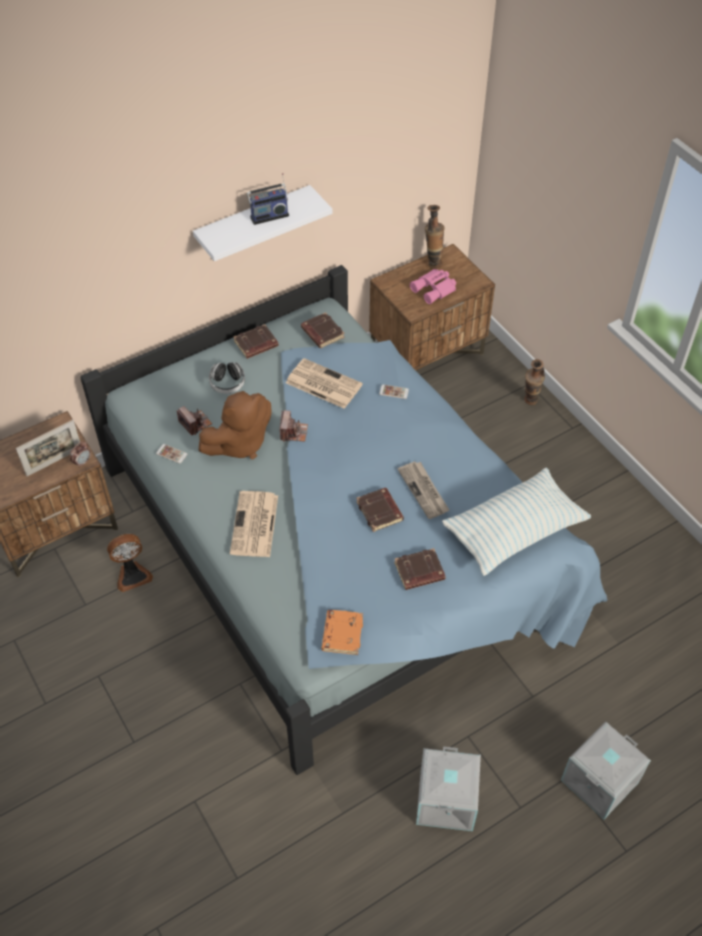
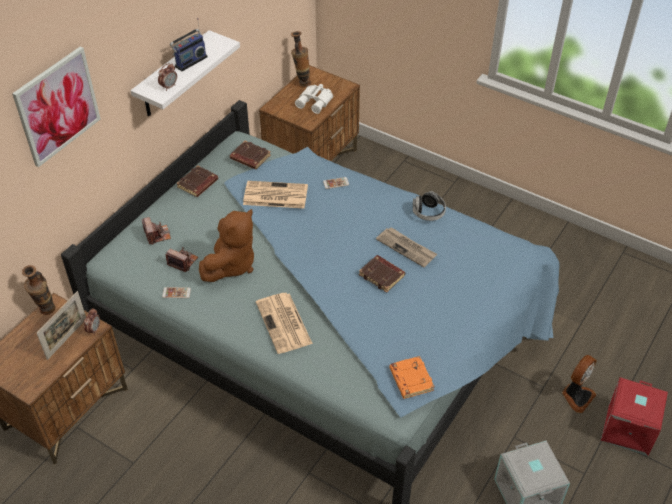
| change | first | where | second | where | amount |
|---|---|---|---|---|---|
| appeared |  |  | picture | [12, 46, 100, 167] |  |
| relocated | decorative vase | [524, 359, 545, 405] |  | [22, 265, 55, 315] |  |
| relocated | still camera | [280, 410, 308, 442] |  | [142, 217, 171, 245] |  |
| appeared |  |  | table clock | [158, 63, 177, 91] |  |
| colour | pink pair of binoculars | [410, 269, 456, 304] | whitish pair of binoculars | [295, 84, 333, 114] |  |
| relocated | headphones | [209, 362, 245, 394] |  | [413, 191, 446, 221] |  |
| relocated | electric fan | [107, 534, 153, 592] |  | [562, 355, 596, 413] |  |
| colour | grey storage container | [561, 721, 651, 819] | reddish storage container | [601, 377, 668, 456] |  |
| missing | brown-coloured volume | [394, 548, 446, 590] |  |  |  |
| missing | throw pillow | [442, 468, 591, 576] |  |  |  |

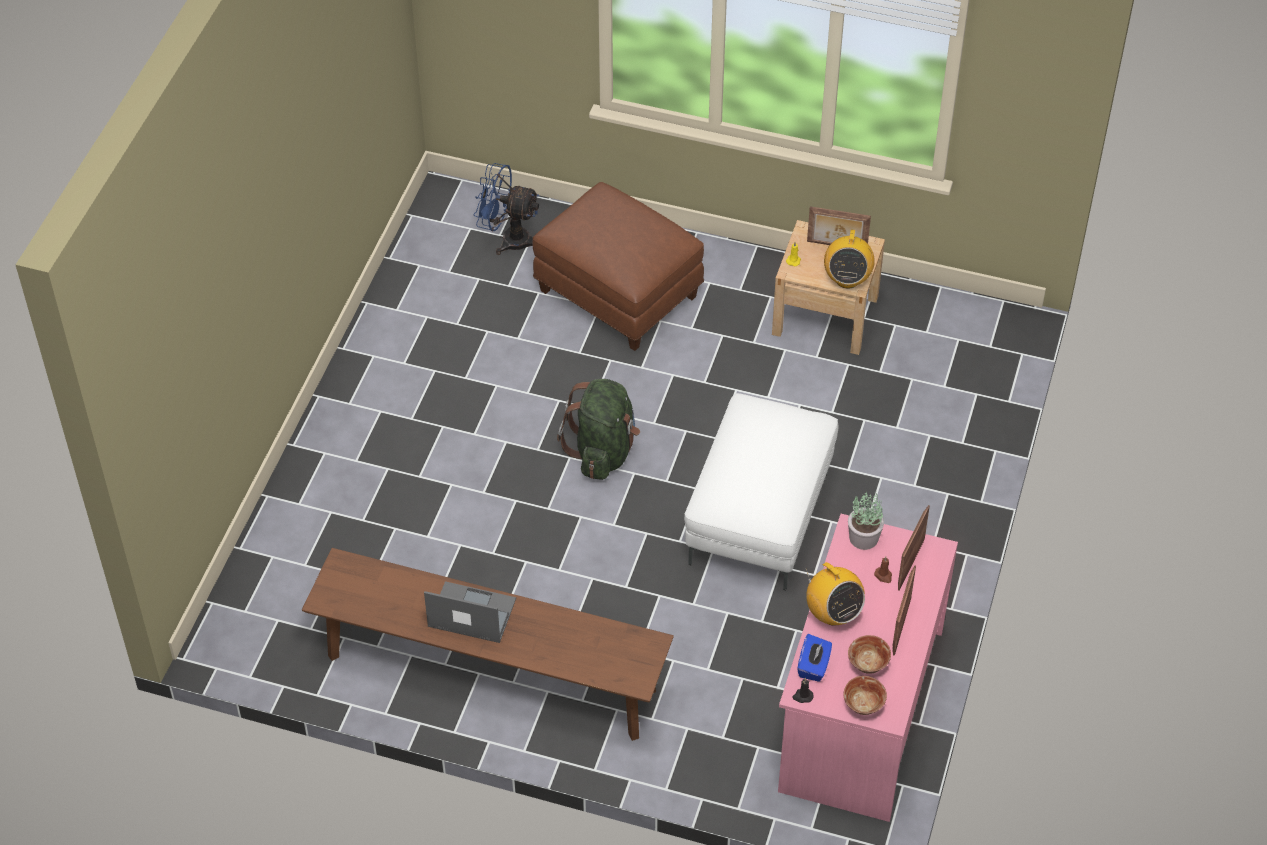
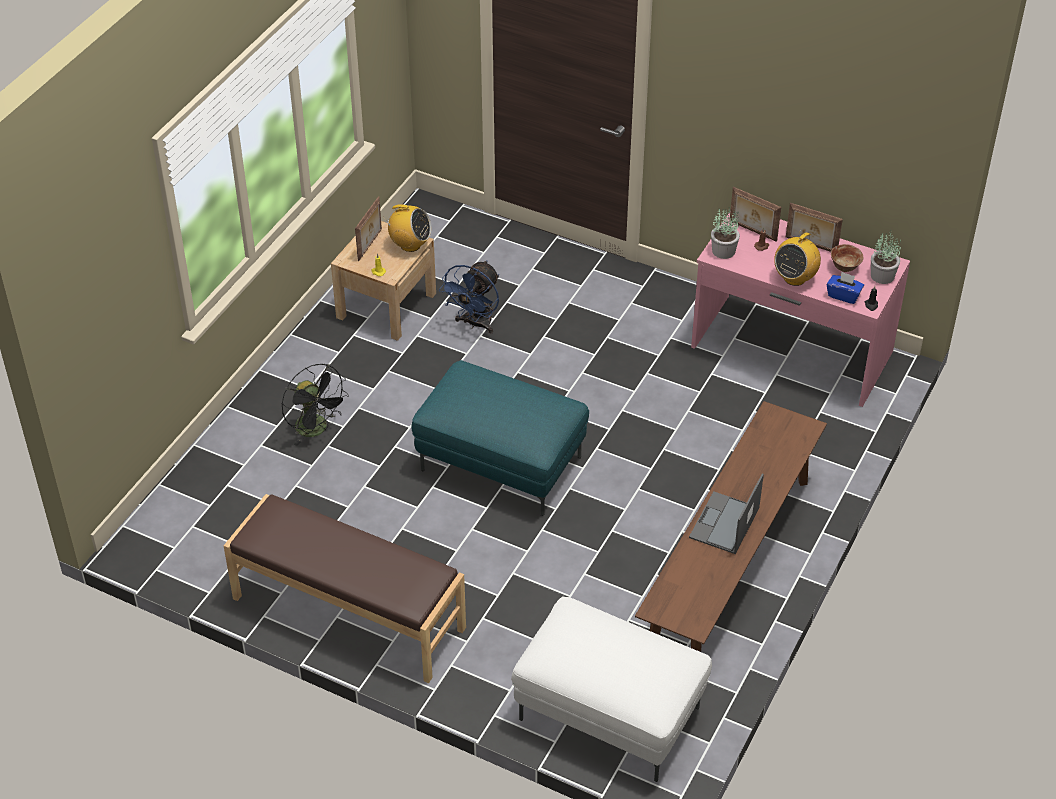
| change | first | where | second | where | amount |
|---|---|---|---|---|---|
| appeared |  |  | brown-coloured indoor bench | [224, 494, 466, 683] |  |
| exchanged | brown-coloured pouffe | [533, 182, 704, 351] | black-coloured electric fan | [282, 363, 349, 446] |  |
| exchanged | green-coloured rucksack | [557, 379, 640, 480] | turquoise pouffe | [411, 360, 589, 516] |  |
| relocated | bluish electric fan | [474, 163, 540, 255] |  | [439, 260, 499, 334] |  |
| relocated | whitish pouffe | [684, 393, 839, 590] |  | [511, 597, 712, 782] |  |
| spun | radio receiver | [806, 562, 865, 626] |  | [774, 232, 821, 286] | 150 degrees clockwise |
| exchanged | deep dish | [843, 676, 887, 715] | houseplant | [871, 232, 901, 284] |  |

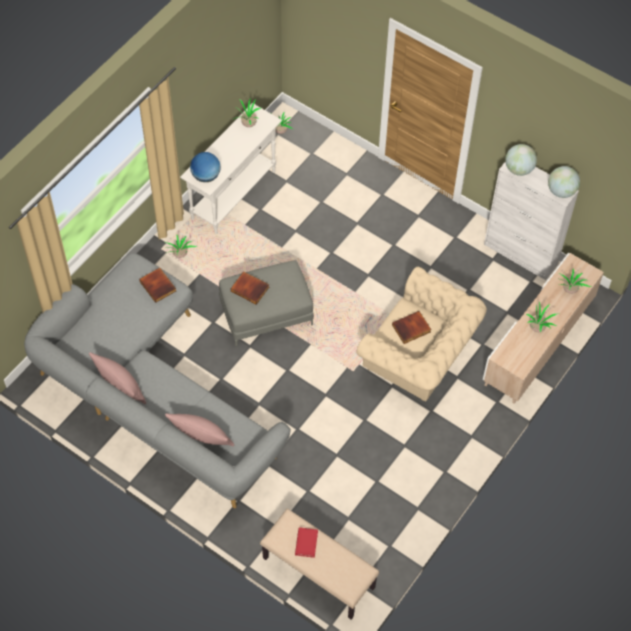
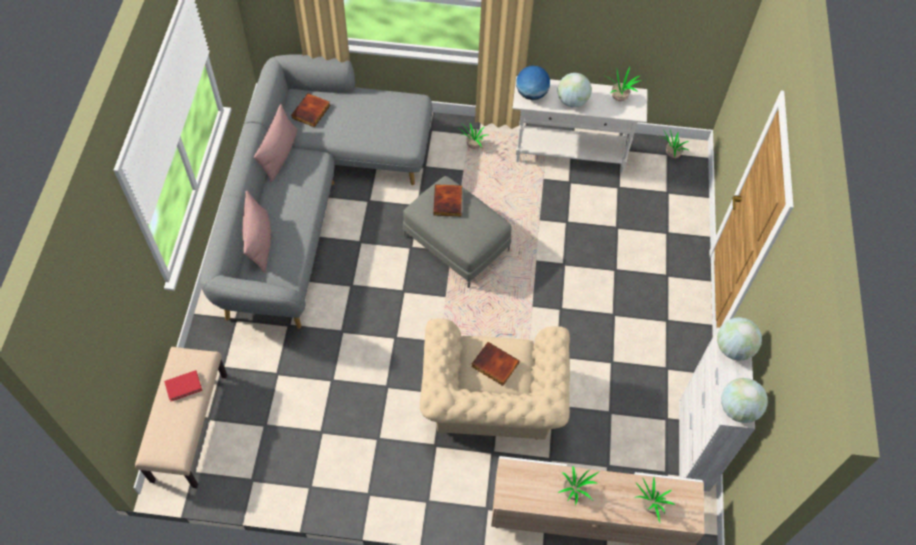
| change | first | where | second | where | amount |
|---|---|---|---|---|---|
| relocated | volume | [139, 268, 176, 303] |  | [291, 93, 331, 127] |  |
| appeared |  |  | desk globe | [557, 73, 592, 107] |  |

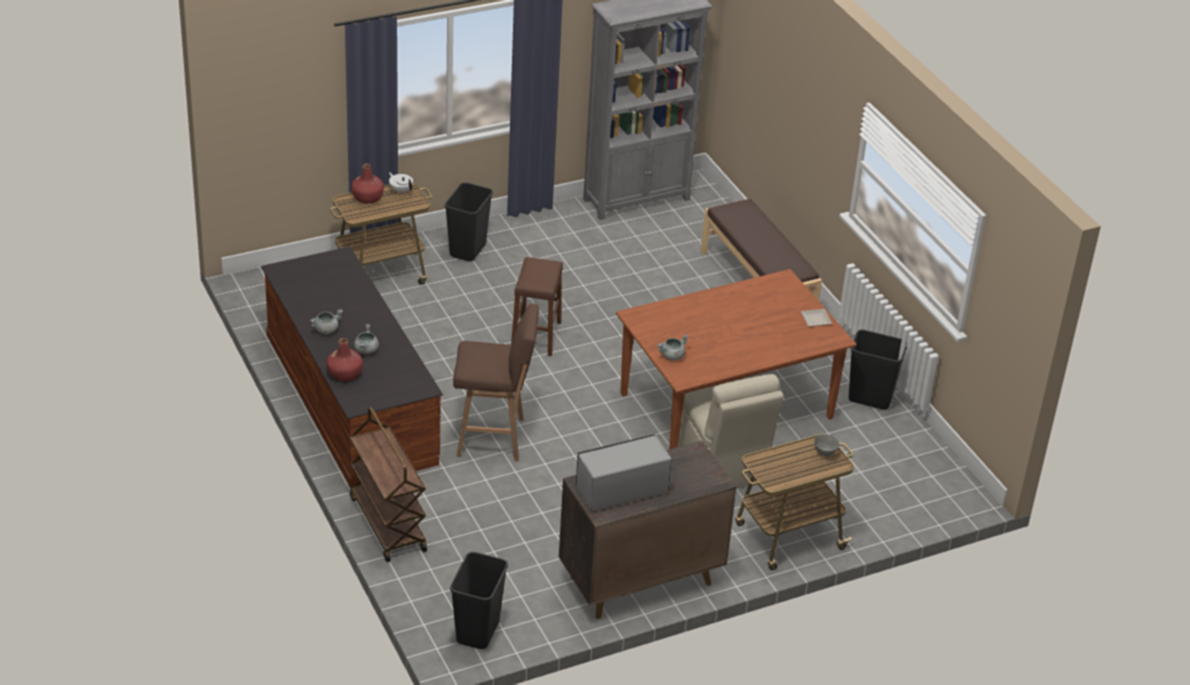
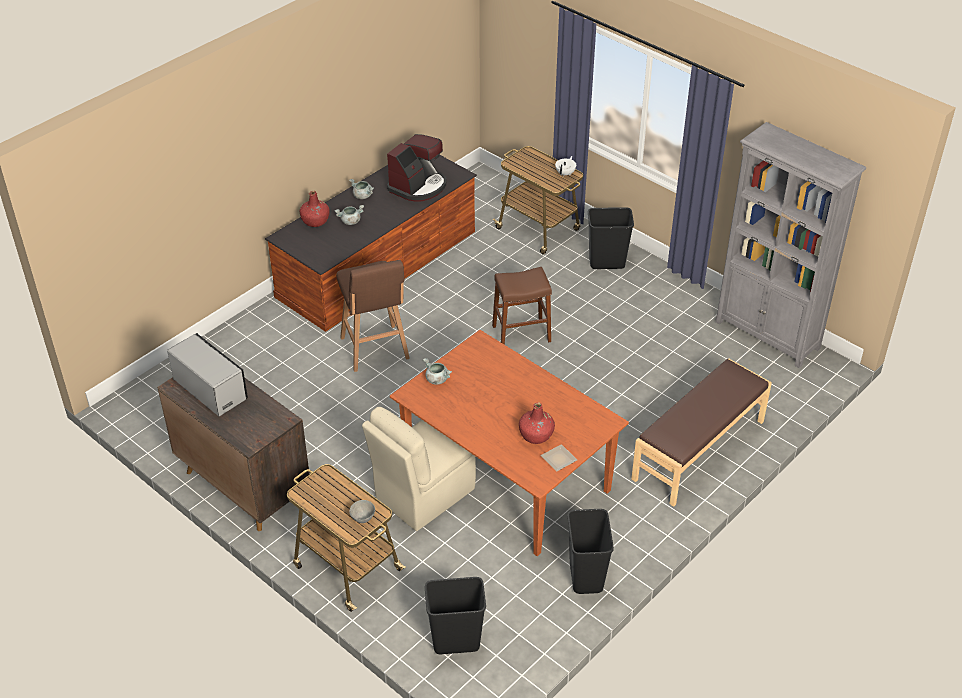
| change | first | where | second | where | amount |
|---|---|---|---|---|---|
| appeared |  |  | coffee maker | [387, 134, 446, 202] |  |
| relocated | black-coloured rubbish bin | [450, 552, 508, 649] |  | [425, 577, 486, 654] |  |
| relocated | reddish drink bottle | [351, 163, 384, 203] |  | [519, 402, 555, 444] |  |
| missing | brown-coloured trolley | [350, 407, 427, 562] |  |  |  |

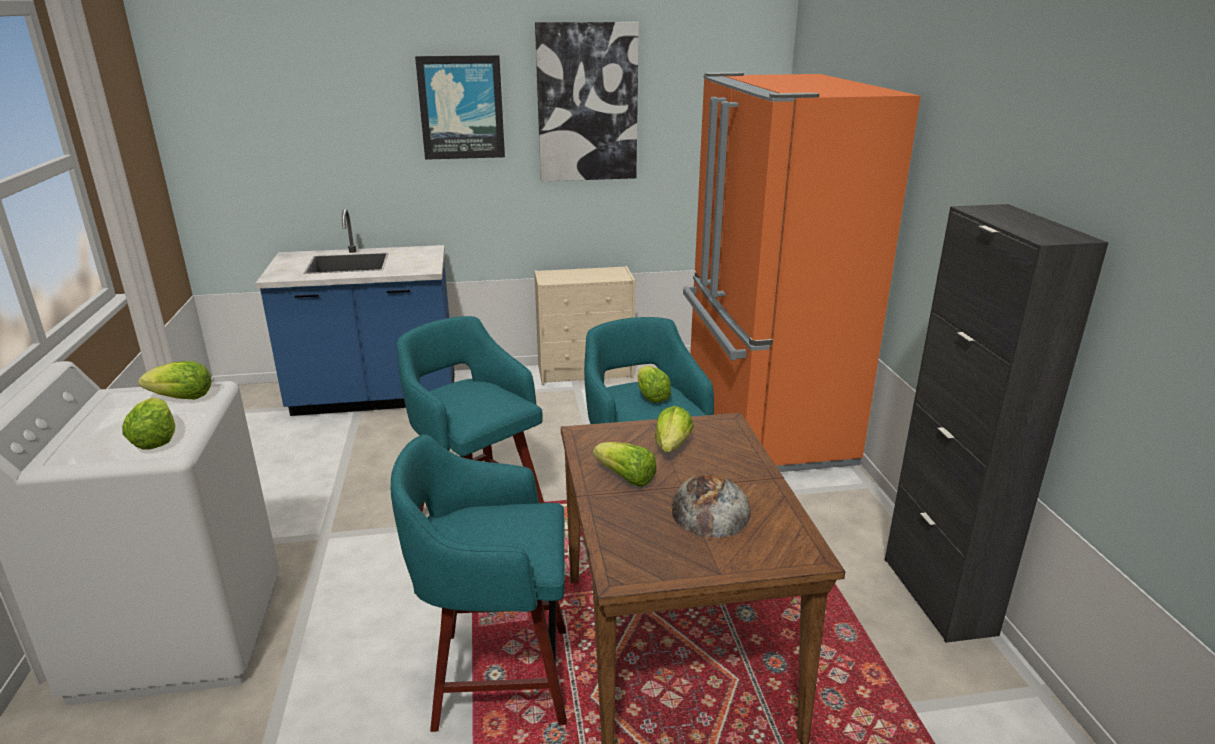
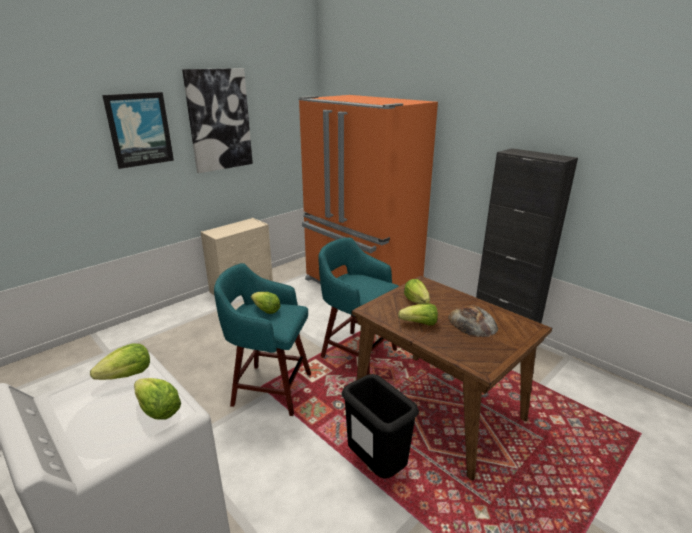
| change | first | where | second | where | amount |
|---|---|---|---|---|---|
| relocated | lettuce head | [637, 366, 671, 403] |  | [251, 292, 281, 314] |  |
| exchanged | turquoise sitting stool | [391, 434, 567, 732] | black-coloured rubbish bin | [342, 374, 419, 479] |  |
| missing | bluish counter | [256, 209, 454, 416] |  |  |  |

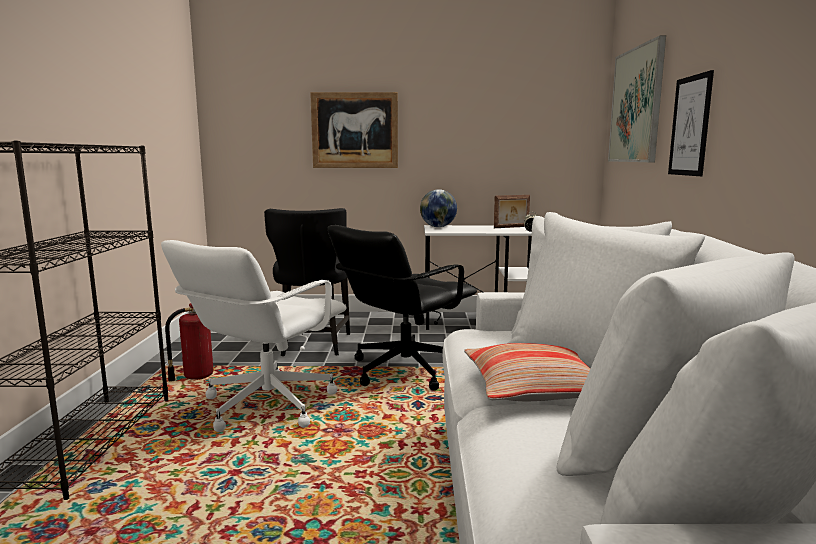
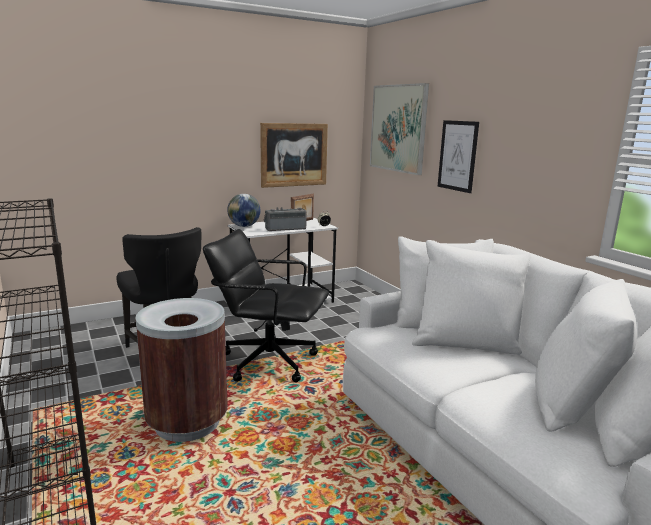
| change | first | where | second | where | amount |
|---|---|---|---|---|---|
| exchanged | whitish office chair | [161, 240, 347, 432] | brown-coloured rubbish bin | [136, 298, 228, 442] |  |
| spun | black-coloured office chair | [328, 225, 477, 391] |  | [203, 229, 329, 382] | 90 degrees clockwise |
| relocated | picture | [310, 92, 398, 168] |  | [260, 123, 328, 188] |  |
| appeared |  |  | radio receiver | [264, 207, 307, 232] |  |
| missing | fire extinguisher | [165, 303, 213, 382] |  |  |  |
| missing | throw pillow | [464, 343, 590, 401] |  |  |  |

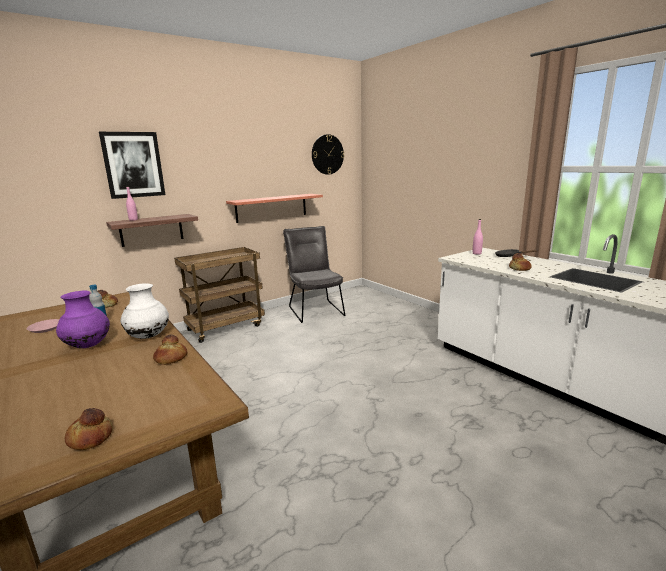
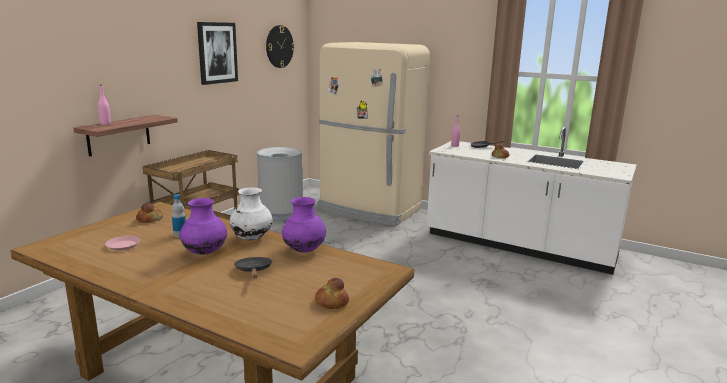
| change | first | where | second | where | amount |
|---|---|---|---|---|---|
| relocated | picture | [99, 132, 165, 199] |  | [197, 22, 238, 85] |  |
| appeared |  |  | black-coloured skillet | [234, 257, 273, 278] |  |
| exchanged | grey plain chair | [283, 226, 345, 323] | grey rubbish bin | [257, 147, 303, 221] |  |
| exchanged | bread | [153, 335, 187, 365] | purplish decorative vase | [282, 197, 326, 252] |  |
| appeared |  |  | sand-coloured kitchen fridge | [317, 42, 430, 226] |  |
| missing | bracket shelf | [226, 194, 323, 223] |  |  |  |

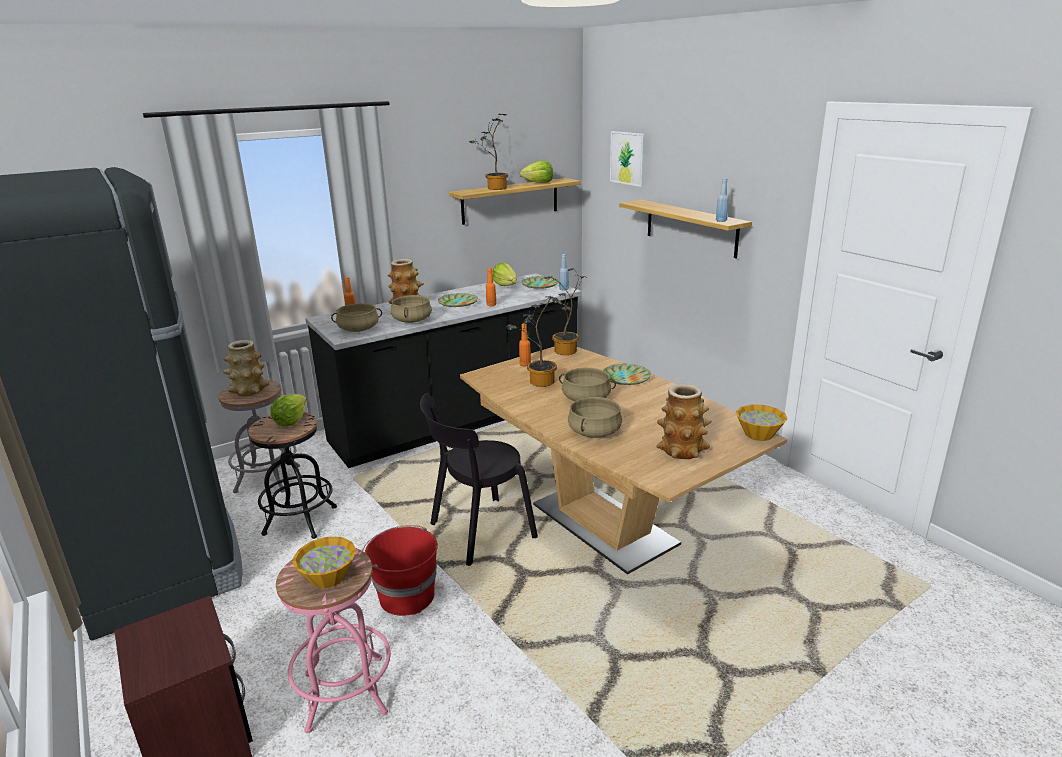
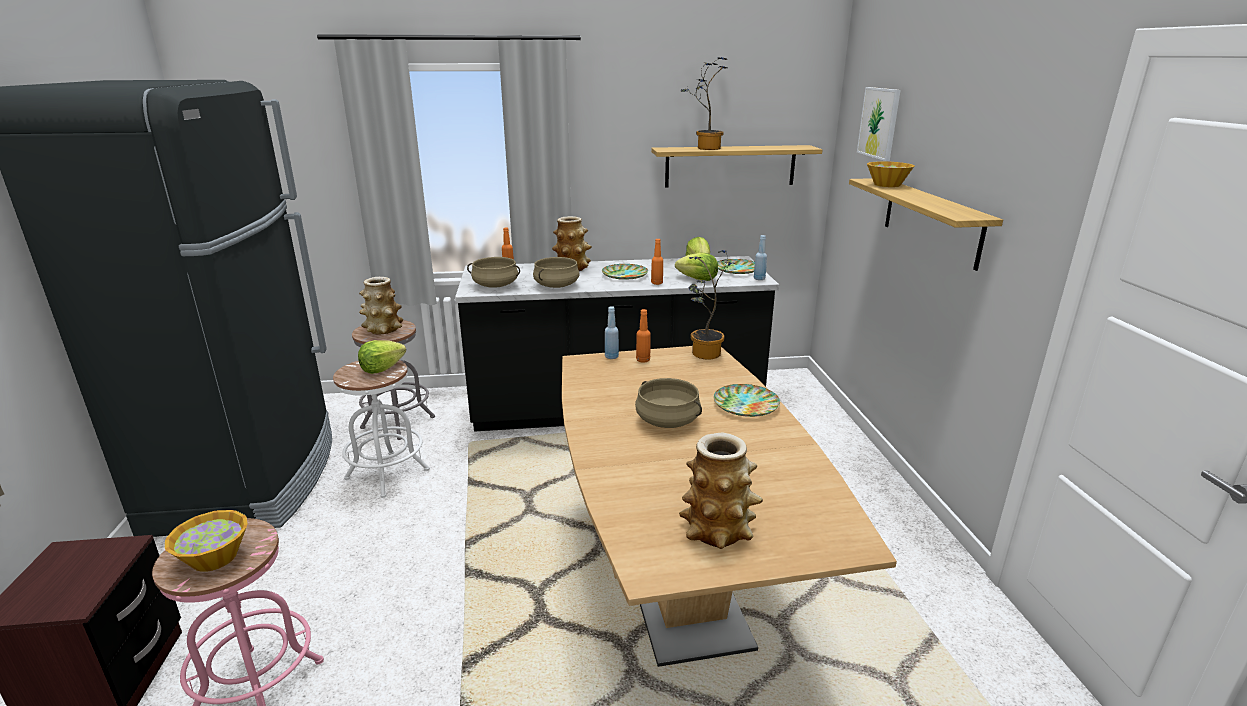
| change | first | where | second | where | amount |
|---|---|---|---|---|---|
| colour | black-coloured sitting stool | [248, 412, 337, 539] | whitish sitting stool | [333, 360, 430, 498] |  |
| relocated | bluish drink bottle | [716, 178, 729, 222] |  | [605, 306, 619, 359] |  |
| relocated | lettuce head | [520, 161, 553, 183] |  | [675, 252, 718, 281] |  |
| relocated | deep dish | [736, 404, 787, 441] |  | [867, 161, 914, 187] |  |
| missing | reddish water bucket | [362, 525, 438, 616] |  |  |  |
| missing | black-coloured plain chair | [420, 393, 538, 566] |  |  |  |
| missing | houseplant | [506, 296, 557, 387] |  |  |  |
| missing | sand-coloured saucepot | [568, 397, 622, 438] |  |  |  |

